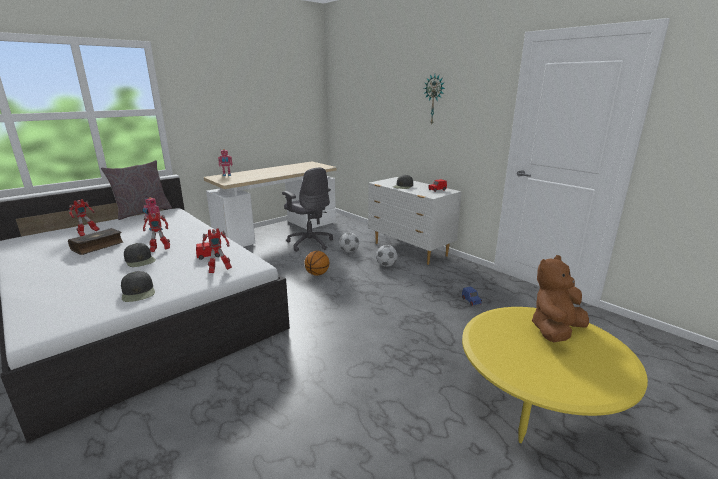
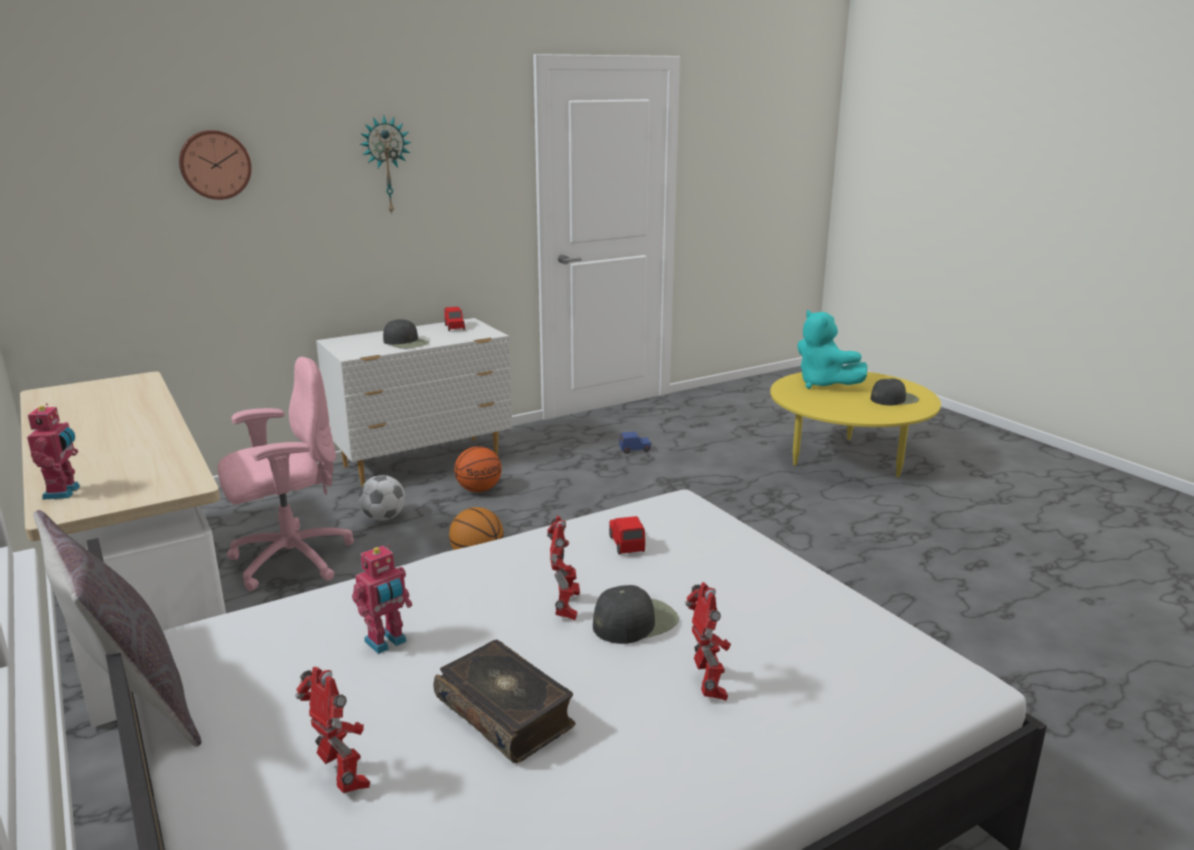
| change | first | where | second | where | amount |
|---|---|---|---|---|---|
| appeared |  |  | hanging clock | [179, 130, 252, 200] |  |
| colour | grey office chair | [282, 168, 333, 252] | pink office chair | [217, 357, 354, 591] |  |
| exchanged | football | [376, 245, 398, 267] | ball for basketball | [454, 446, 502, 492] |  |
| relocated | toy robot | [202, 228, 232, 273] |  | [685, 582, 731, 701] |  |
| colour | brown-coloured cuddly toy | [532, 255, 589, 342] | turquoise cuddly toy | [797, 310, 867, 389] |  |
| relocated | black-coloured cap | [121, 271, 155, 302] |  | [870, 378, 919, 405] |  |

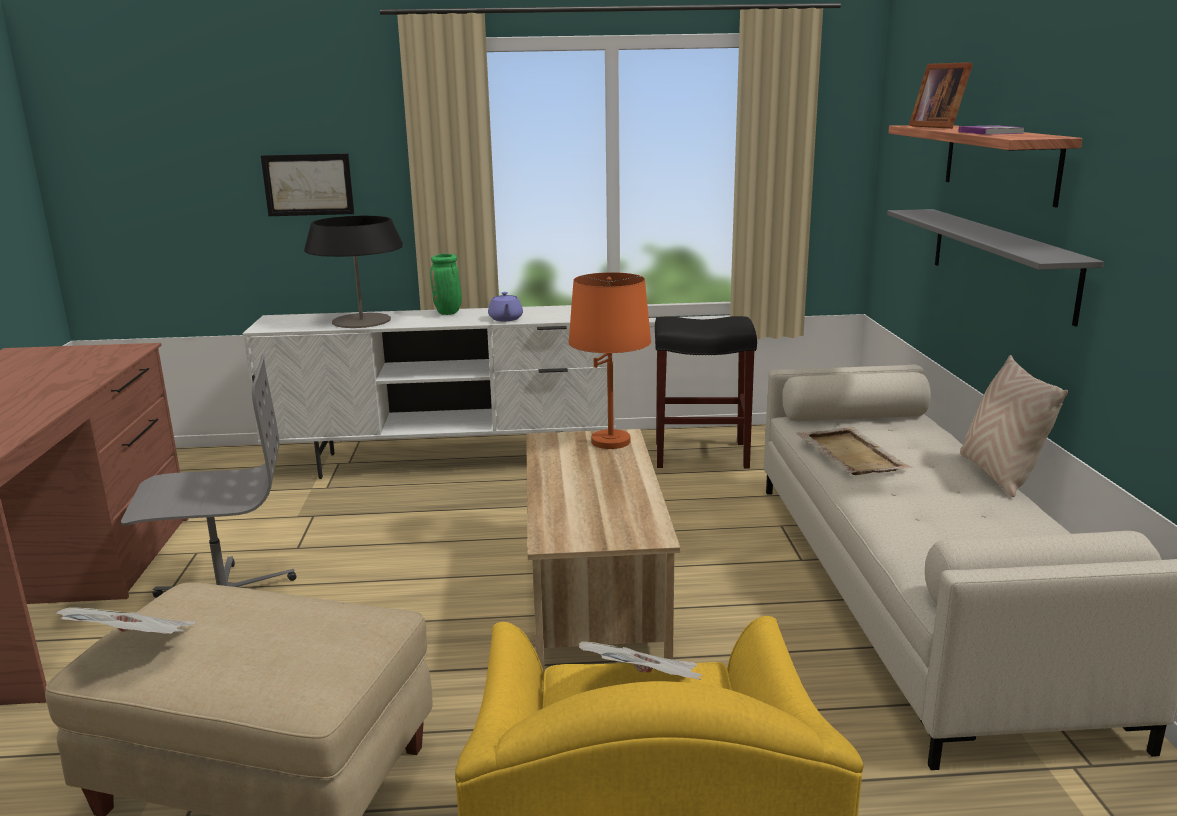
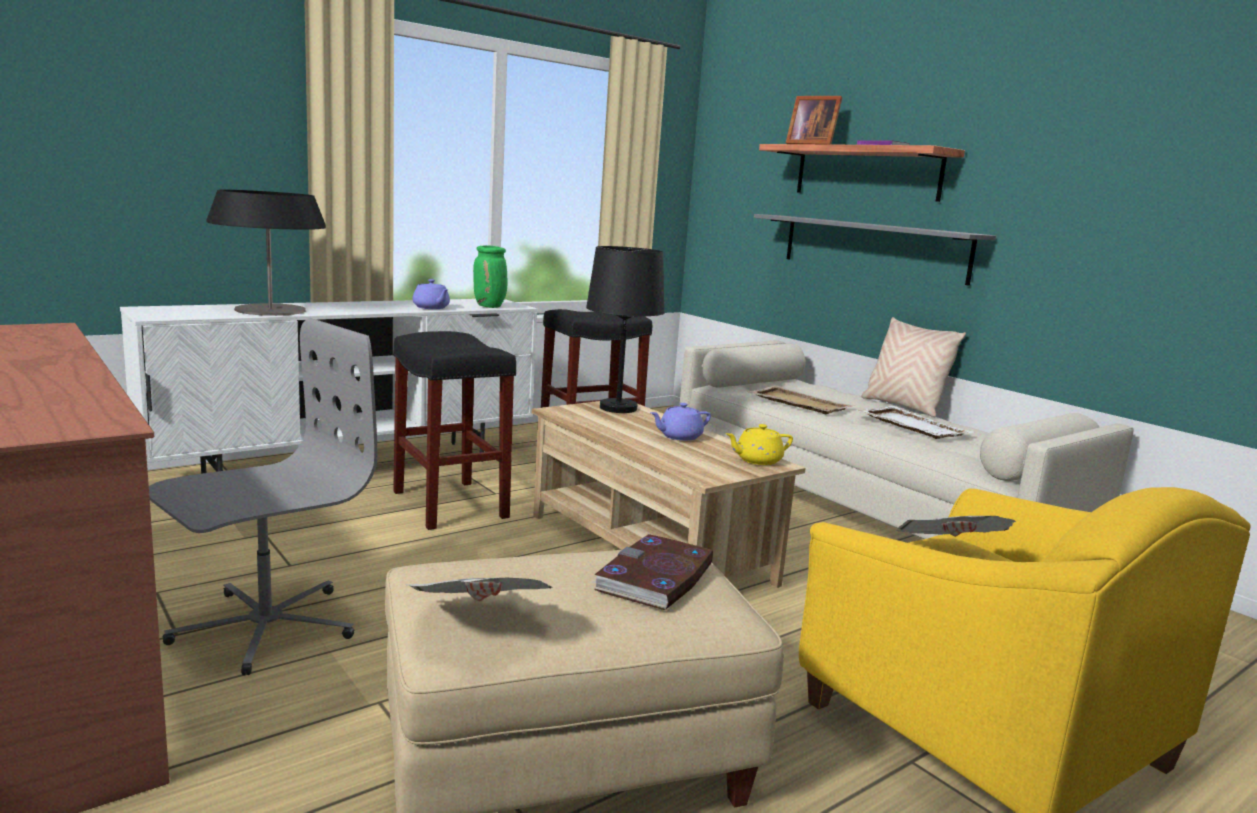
| change | first | where | second | where | amount |
|---|---|---|---|---|---|
| appeared |  |  | black-coloured sitting stool | [393, 331, 516, 530] |  |
| relocated | green-coloured decorative vase | [430, 254, 462, 315] |  | [473, 245, 507, 308] |  |
| colour | orange-coloured lamp for a table | [568, 272, 651, 449] | black-coloured lamp for a table | [586, 246, 665, 413] |  |
| appeared |  |  | volume | [593, 534, 713, 610] |  |
| appeared |  |  | purplish teapot | [650, 403, 711, 441] |  |
| appeared |  |  | yellowish teapot | [726, 424, 793, 465] |  |
| appeared |  |  | whitish serving tray | [857, 406, 972, 439] |  |
| missing | picture | [261, 153, 354, 216] |  |  |  |

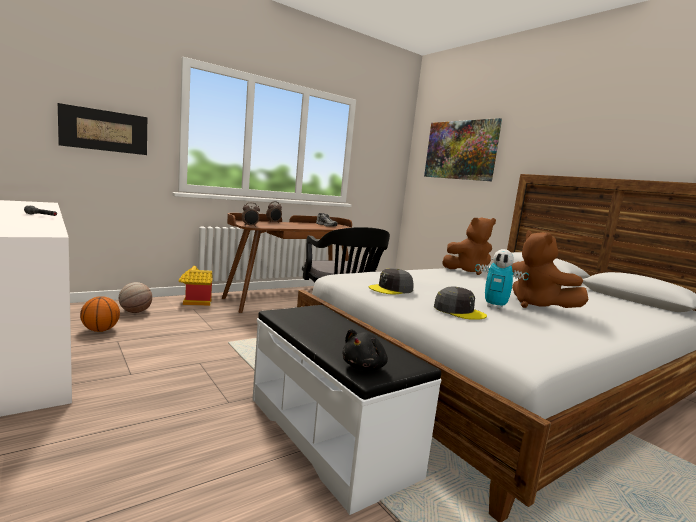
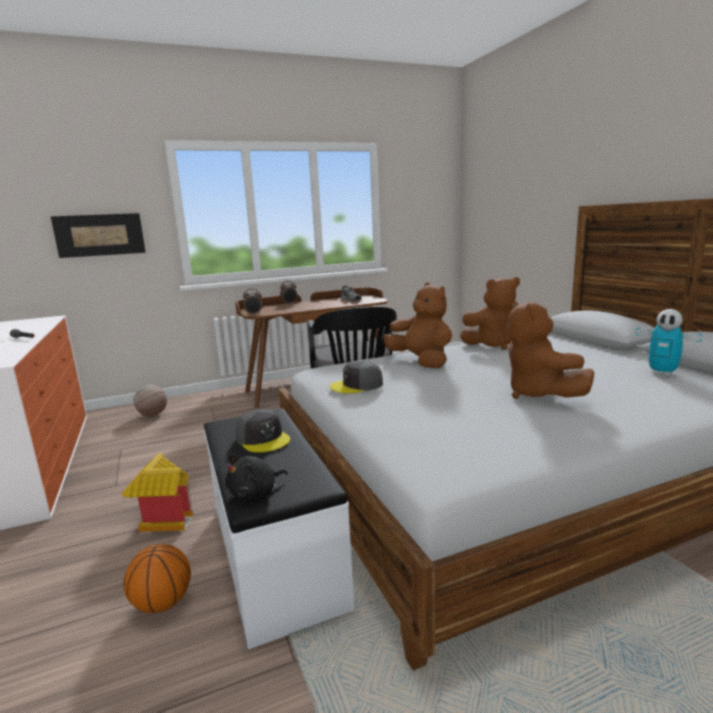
| change | first | where | second | where | amount |
|---|---|---|---|---|---|
| relocated | miniature house | [178, 266, 213, 306] |  | [122, 453, 193, 532] |  |
| relocated | ball for basketball | [80, 296, 120, 332] |  | [124, 544, 191, 613] |  |
| relocated | grey cap | [434, 286, 487, 320] |  | [235, 409, 290, 452] |  |
| appeared |  |  | brown-coloured cuddly toy | [383, 282, 452, 368] |  |
| relocated | toy robot | [475, 249, 529, 309] |  | [636, 309, 703, 376] |  |
| missing | picture | [424, 118, 502, 181] |  |  |  |

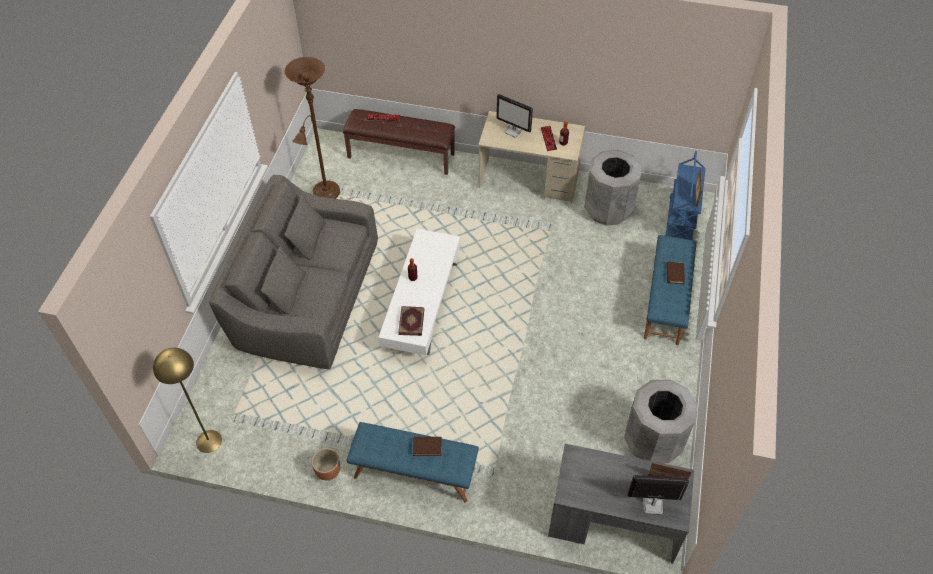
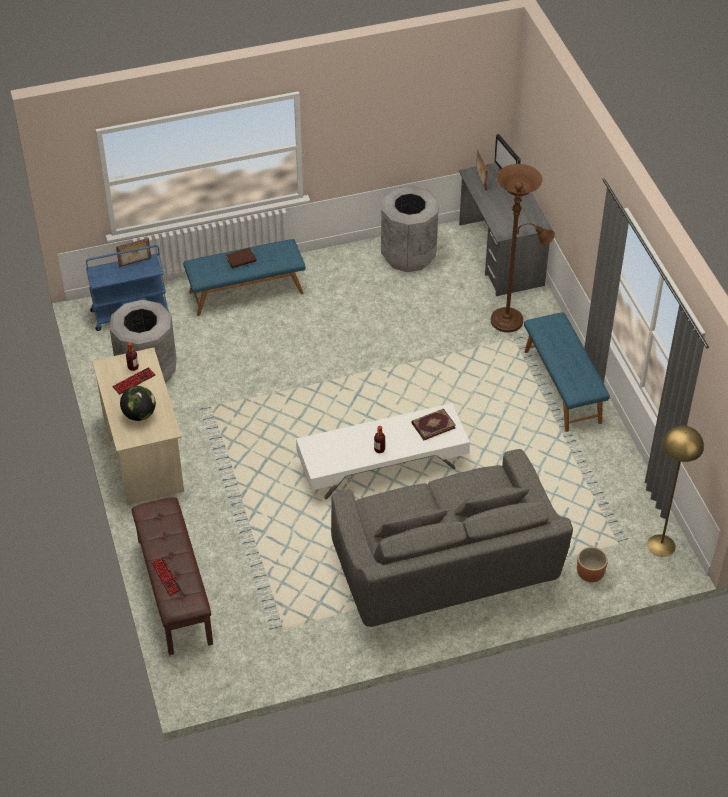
| change | first | where | second | where | amount |
|---|---|---|---|---|---|
| exchanged | computer display | [496, 94, 533, 137] | desk globe | [120, 386, 156, 421] |  |
| relocated | brown-coloured standard lamp | [285, 57, 340, 199] |  | [491, 164, 555, 333] |  |
| relocated | brown-coloured planter | [312, 448, 340, 480] |  | [577, 547, 608, 582] |  |
| missing | brown-coloured volume | [413, 437, 442, 456] |  |  |  |

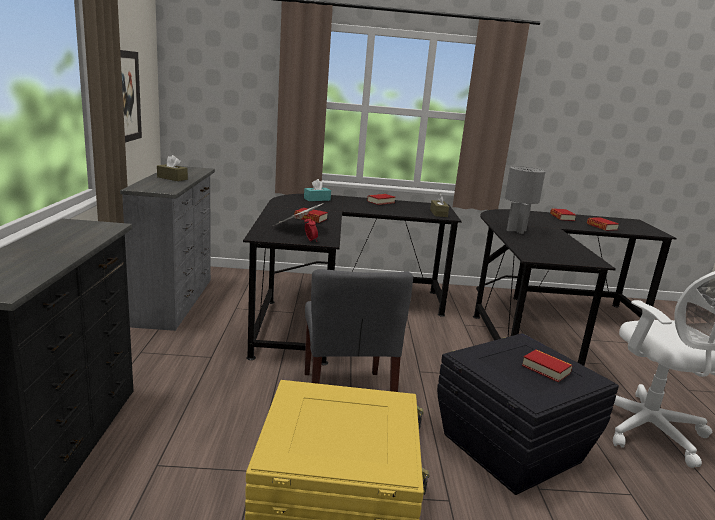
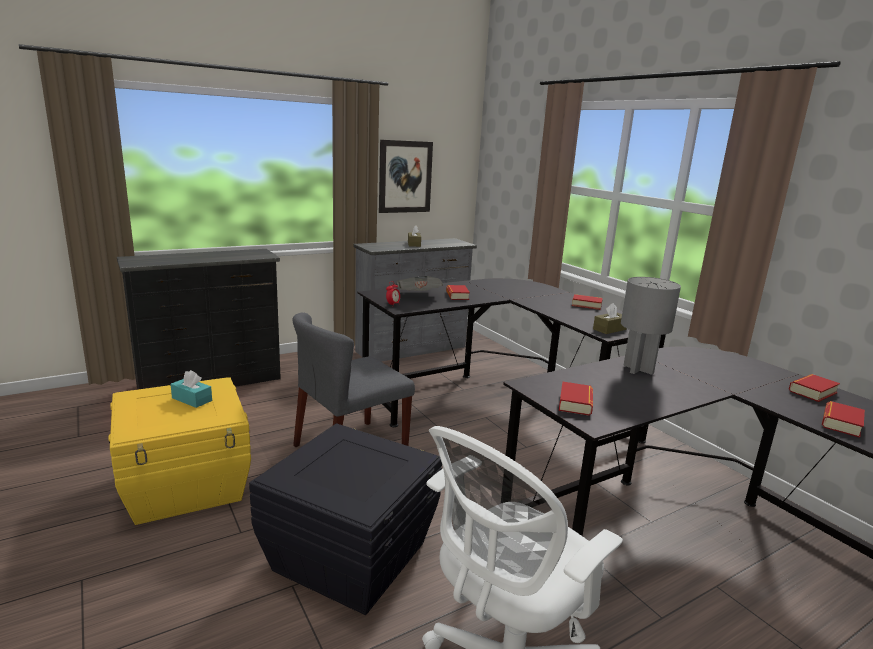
| change | first | where | second | where | amount |
|---|---|---|---|---|---|
| relocated | turquoise tissue box | [304, 179, 331, 201] |  | [170, 370, 212, 408] |  |
| relocated | volume | [522, 349, 572, 382] |  | [559, 382, 593, 416] |  |

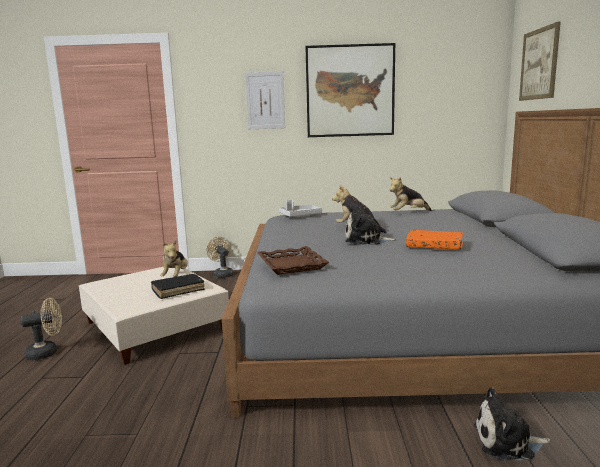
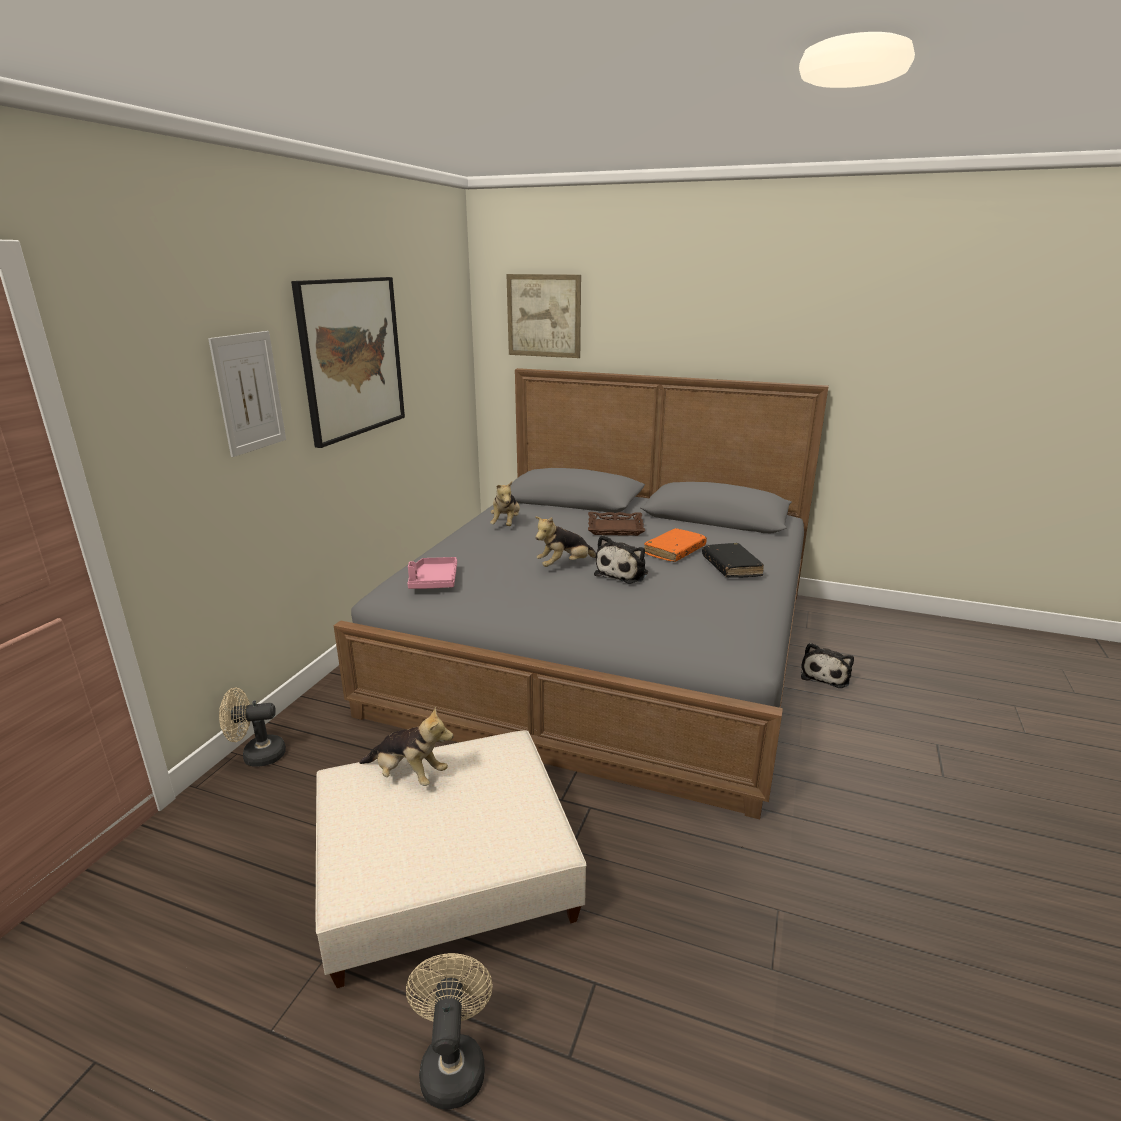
| change | first | where | second | where | amount |
|---|---|---|---|---|---|
| colour | grey serving tray | [279, 200, 322, 217] | pink serving tray | [407, 557, 457, 589] |  |
| relocated | brown-coloured serving tray | [257, 246, 329, 275] |  | [588, 512, 645, 536] |  |
| relocated | black-coloured volume | [151, 274, 205, 299] |  | [702, 543, 764, 578] |  |

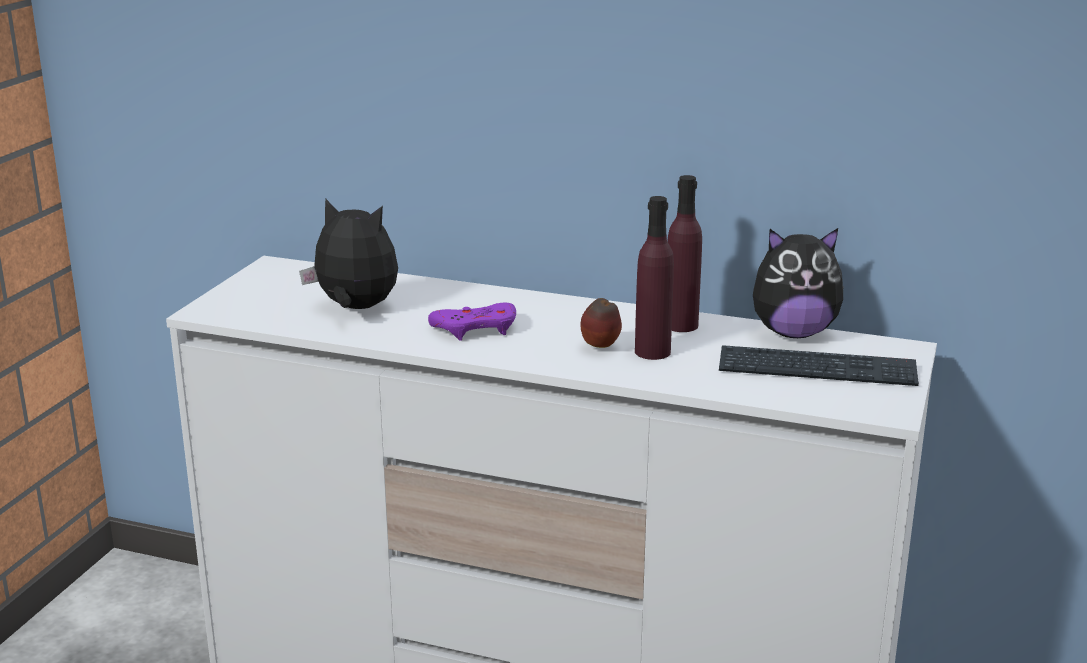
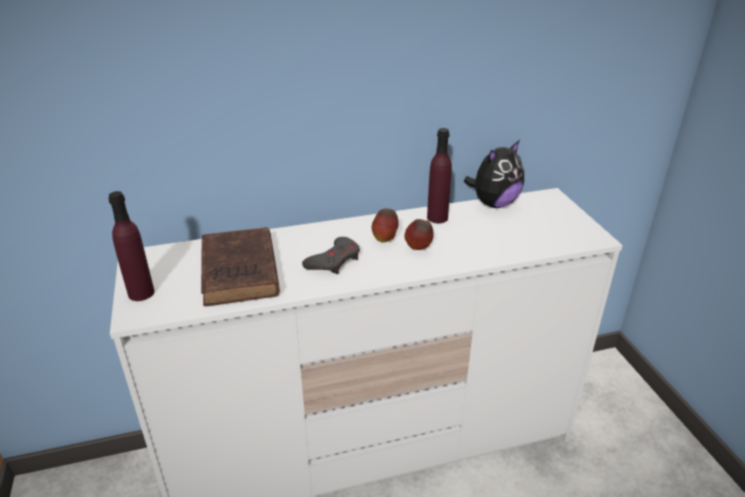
| change | first | where | second | where | amount |
|---|---|---|---|---|---|
| relocated | purplish drink bottle | [635, 196, 674, 360] |  | [108, 191, 155, 301] |  |
| exchanged | cuddly toy | [299, 198, 398, 309] | brown-coloured volume | [201, 227, 280, 306] |  |
| colour | purplish joypad | [428, 302, 516, 341] | grey joypad | [302, 237, 360, 274] |  |
| appeared |  |  | apple | [372, 208, 399, 243] |  |
| missing | computer keyboard | [719, 345, 919, 386] |  |  |  |

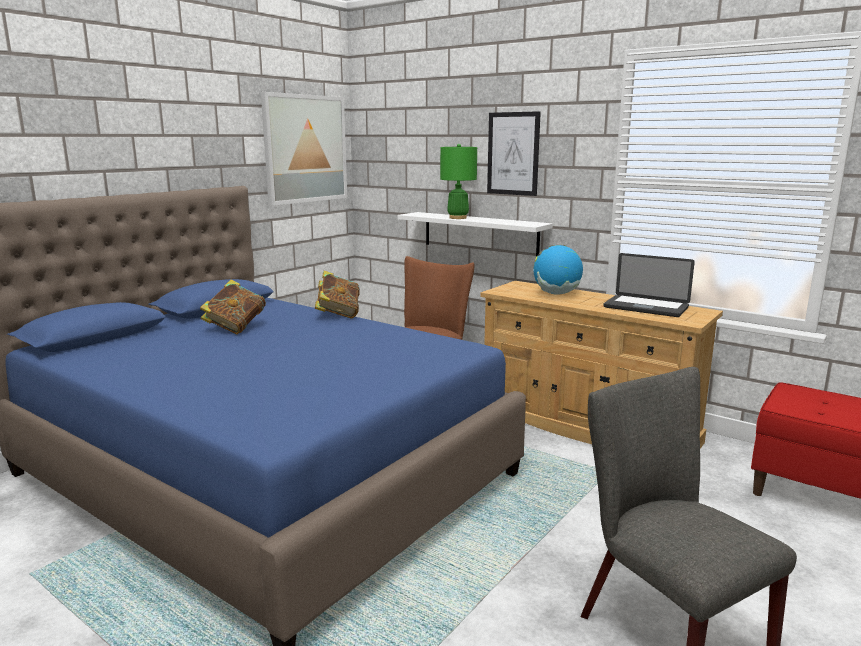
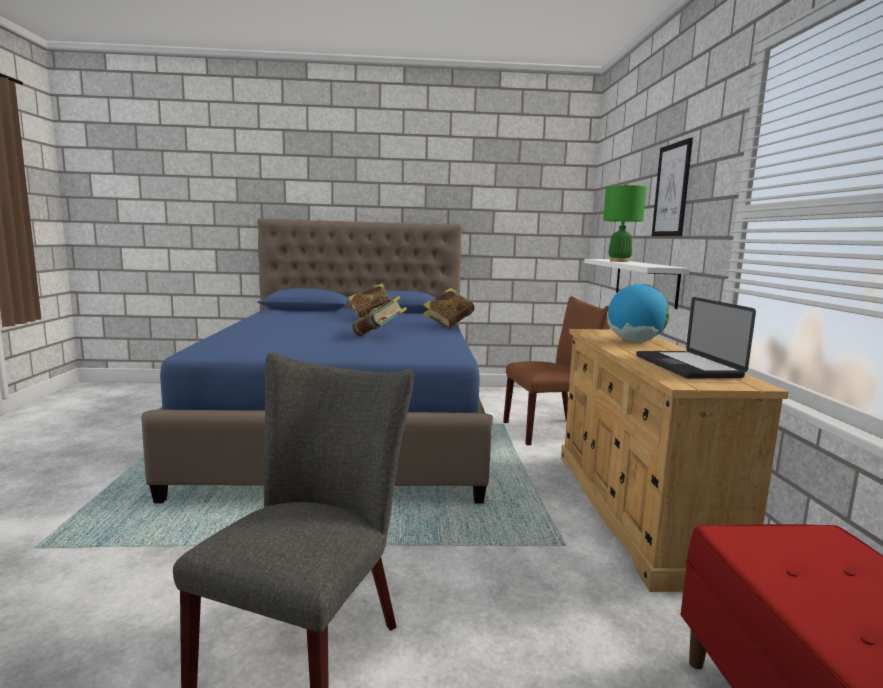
| change | first | where | second | where | amount |
|---|---|---|---|---|---|
| appeared |  |  | volume | [352, 296, 407, 336] |  |
| missing | picture | [261, 92, 347, 206] |  |  |  |

